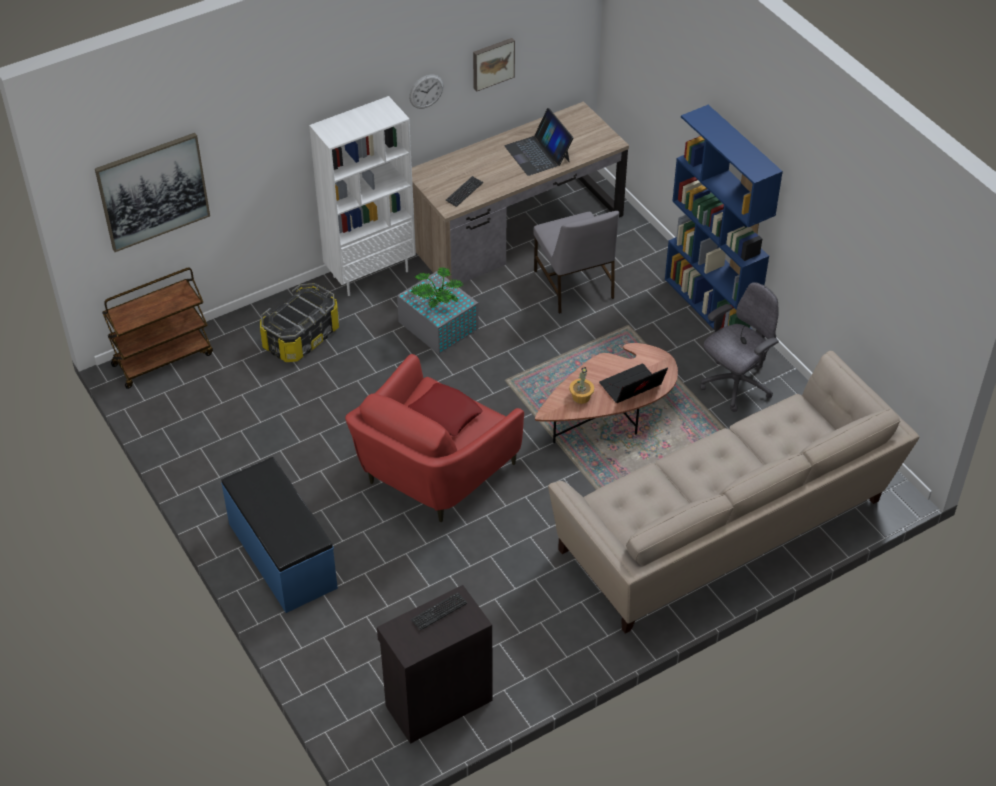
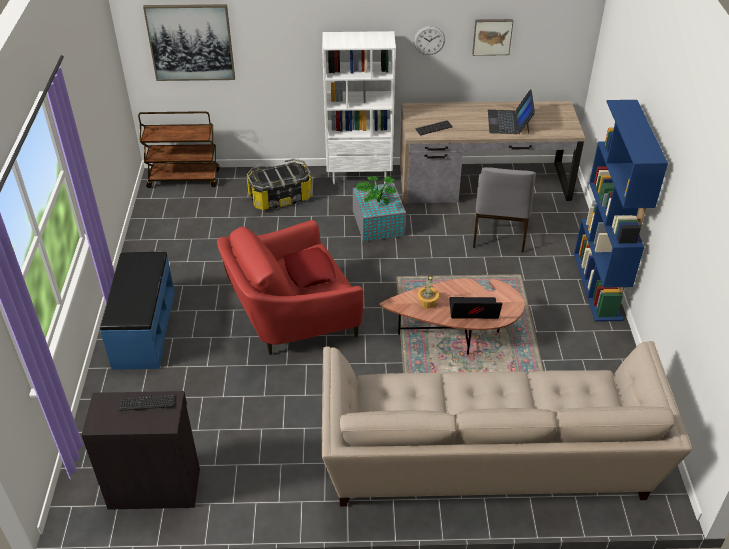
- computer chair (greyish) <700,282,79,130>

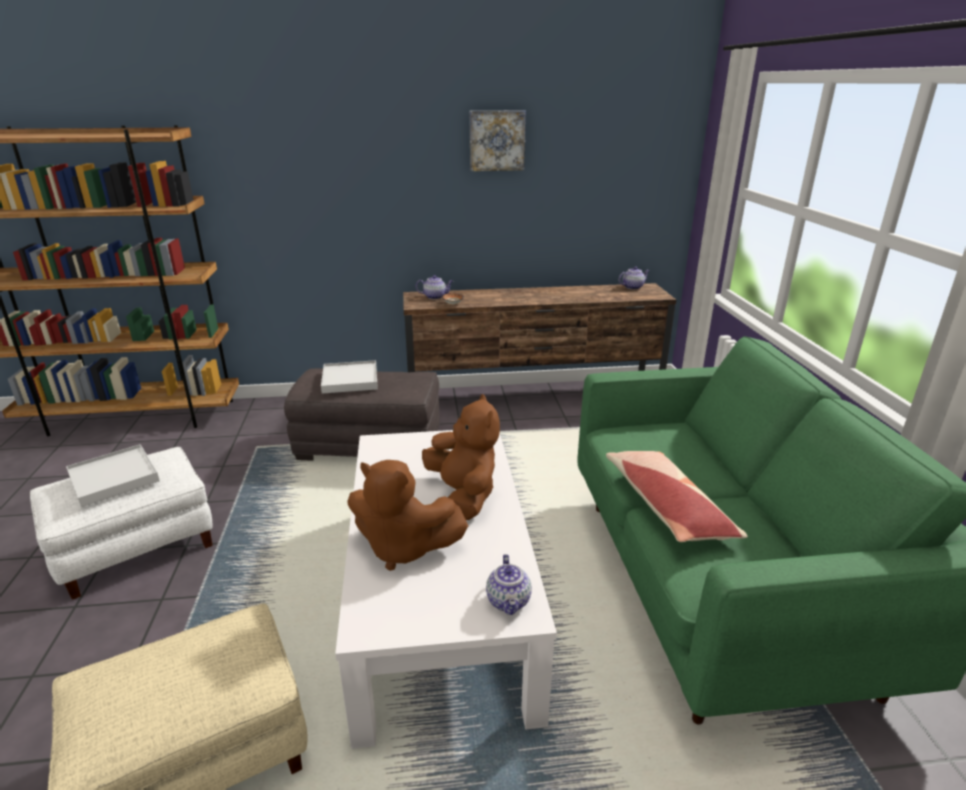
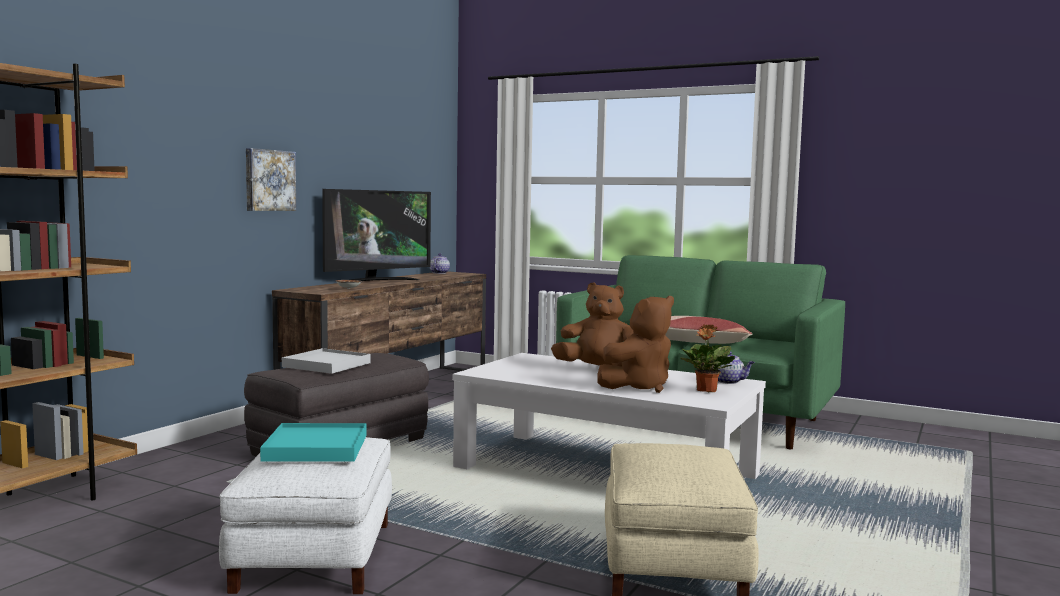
- tea pot <416,275,37,24>
+ TV set <322,189,109,92>
+ plant in a pot <681,324,54,68>
~ wall picture <470,110,56,61> to <246,148,50,63>
~ carrying tray (white-coloured) <66,444,94,63> to carrying tray (blue-green) <260,423,106,39>

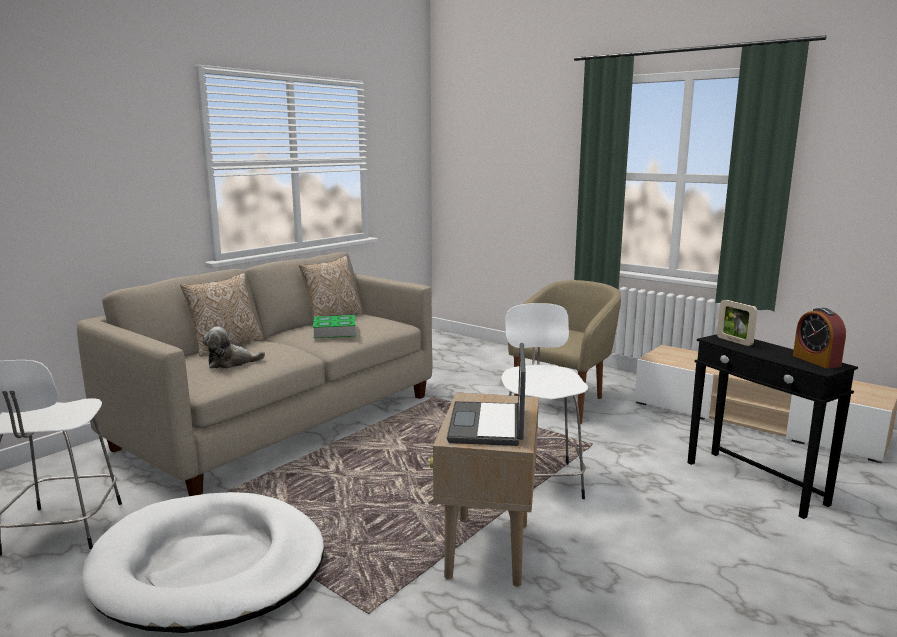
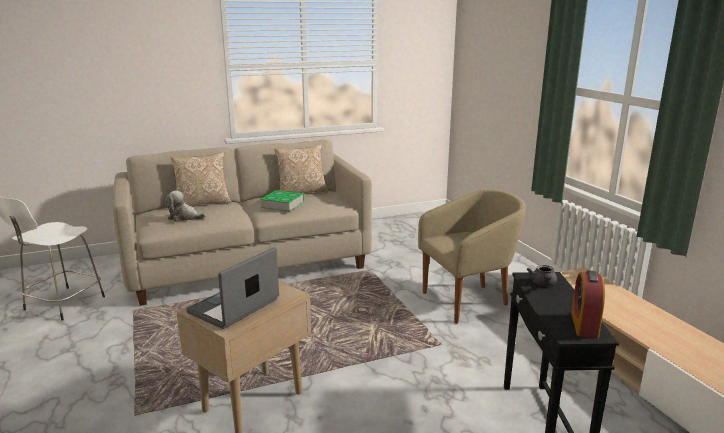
- pet bed (white-coloured) <82,492,242,141>
- stool (white-coloured) <501,303,87,196>
~ photo frame <717,300,41,46> to tea pot (greyish) <527,265,30,21>

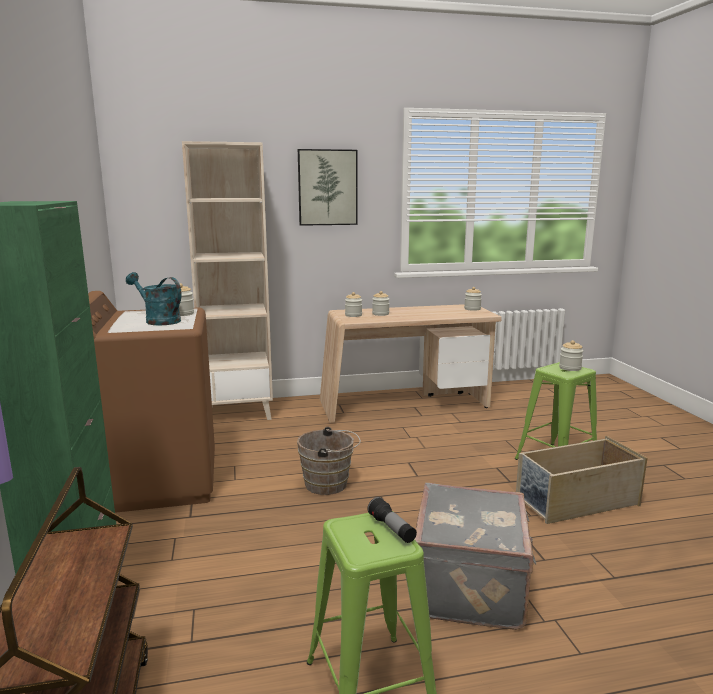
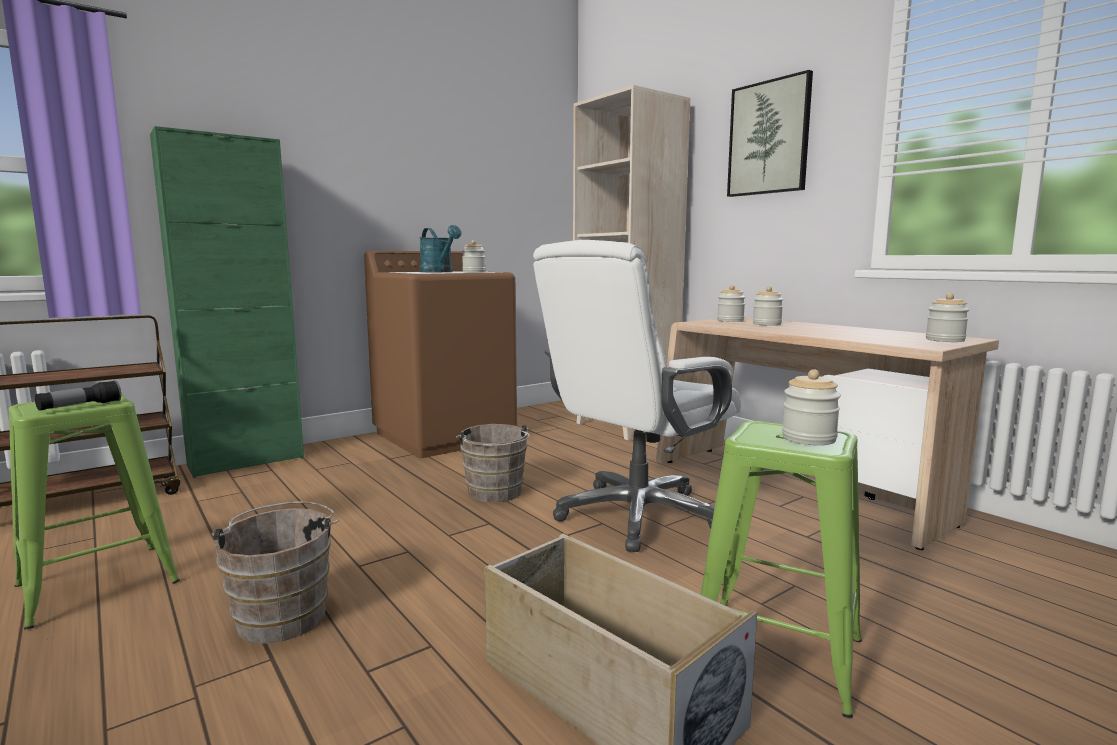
+ computer chair (white-coloured) <533,240,208,312>
~ piece of luggage (greyish) <415,483,121,147> to pail (brown) <212,501,127,143>
~ watering can (blue-green) <126,272,56,53> = <419,225,42,47> 135 degrees clockwise

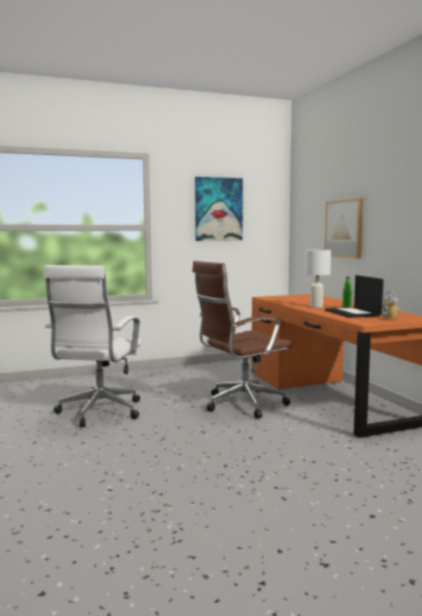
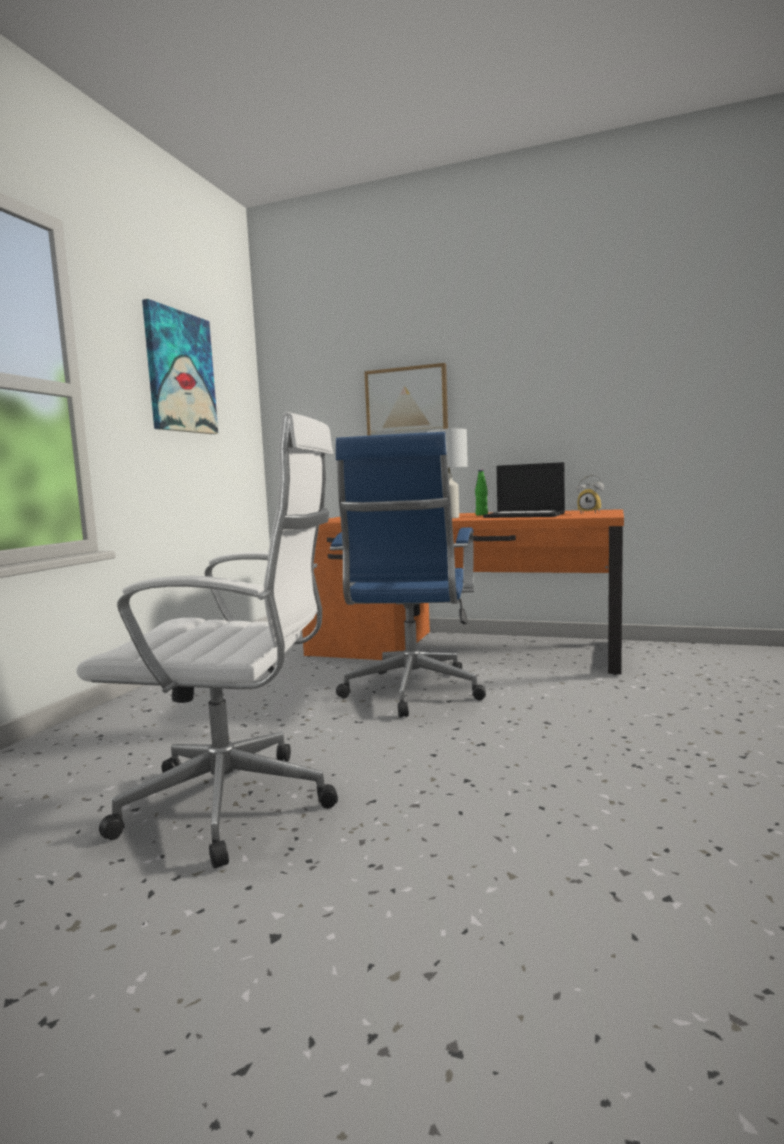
~ computer chair (brown) <192,261,101,158> to computer chair (blue-coloured) <330,432,156,286>
~ computer chair (white-coloured) <44,265,97,162> = <76,412,262,457> 45 degrees counterclockwise

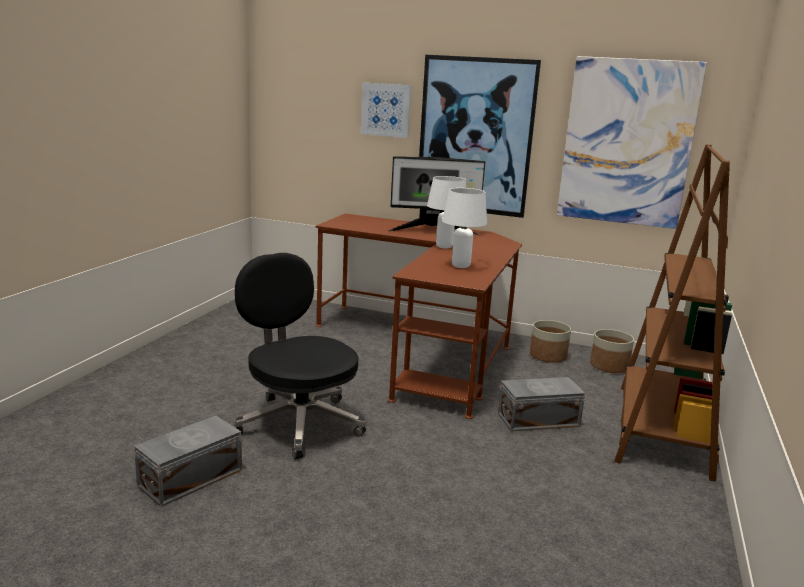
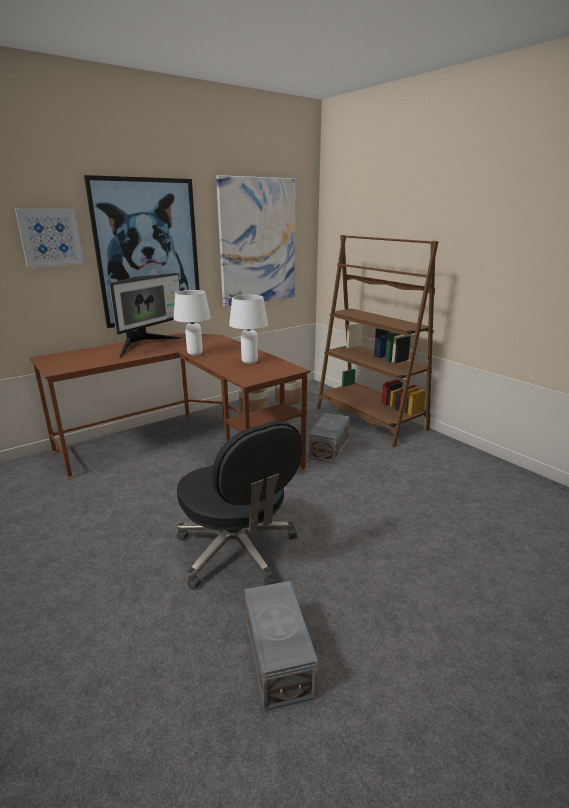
~ computer chair (black-coloured) <234,253,132,207> = <177,421,125,169> 120 degrees counterclockwise

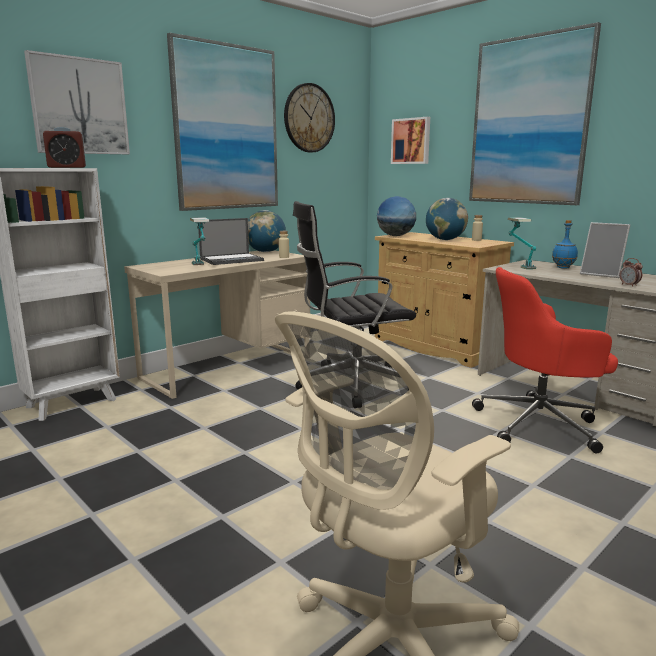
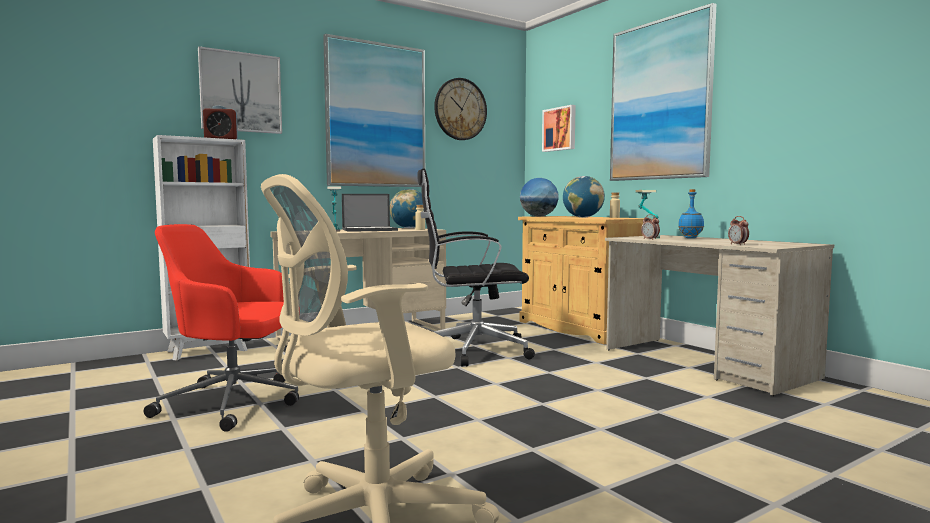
- photo frame <580,222,50,56>
+ bedside clock <641,214,19,25>
~ computer chair (reddish) <472,267,146,186> to <144,224,156,208>

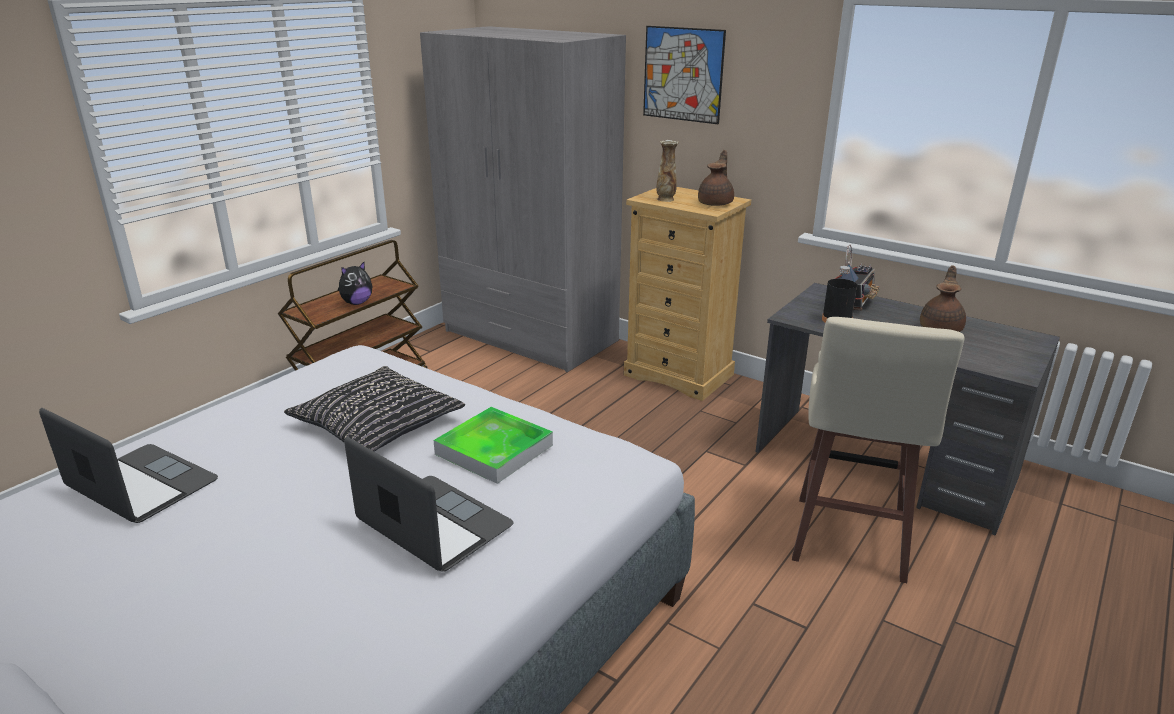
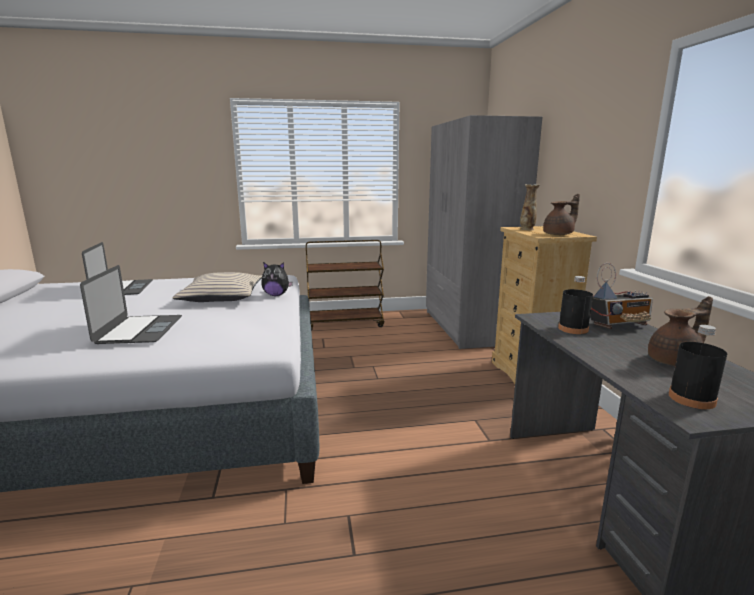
- carrying tray <434,407,119,77>
- wall picture <643,26,83,98>
- stool (beige-coloured) <792,317,172,266>
+ drink bottle (black-coloured) <669,325,58,84>
~ soft toy <338,261,34,44> to <261,262,32,34>
~ cushion (black-coloured) <284,366,181,86> to cushion (beige-coloured) <173,272,89,30>

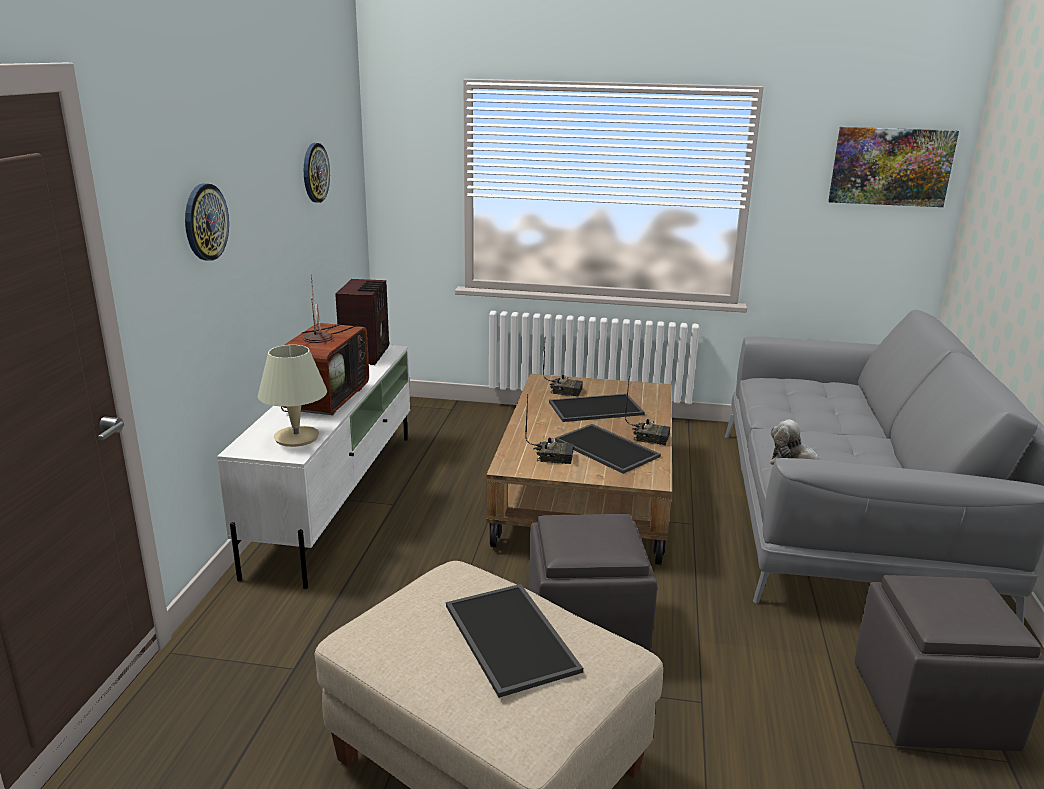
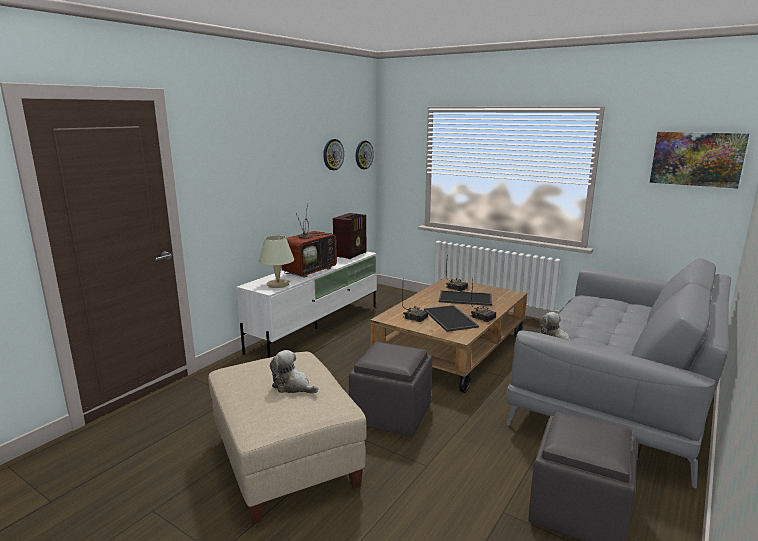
~ wall clock <185,183,44,78> to <356,140,18,29>
~ carrying tray <446,584,137,114> to soft toy <270,350,48,44>

